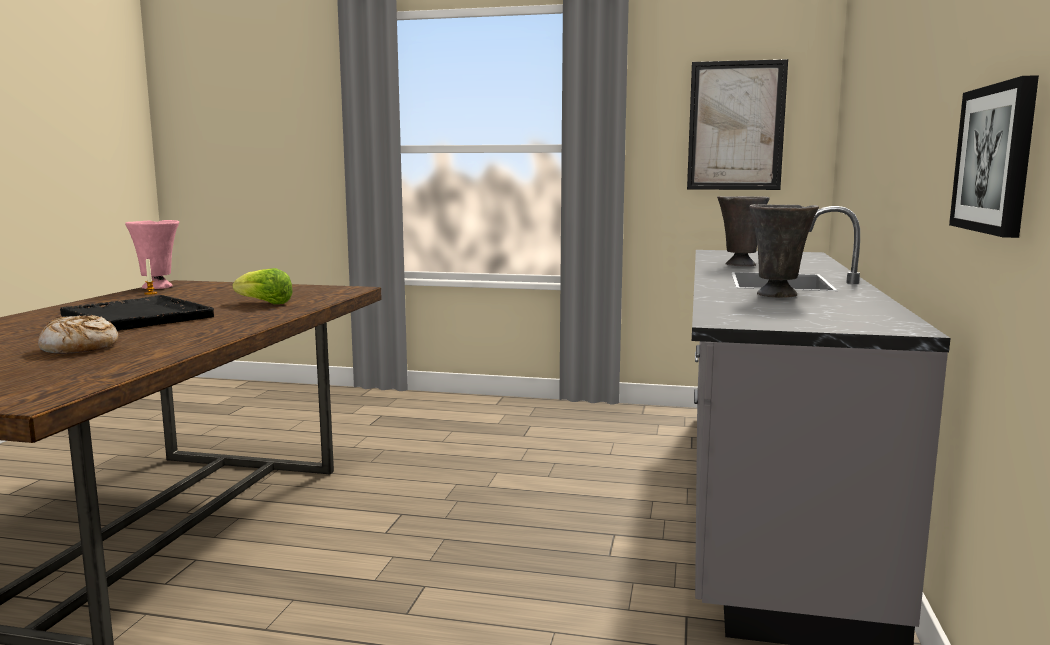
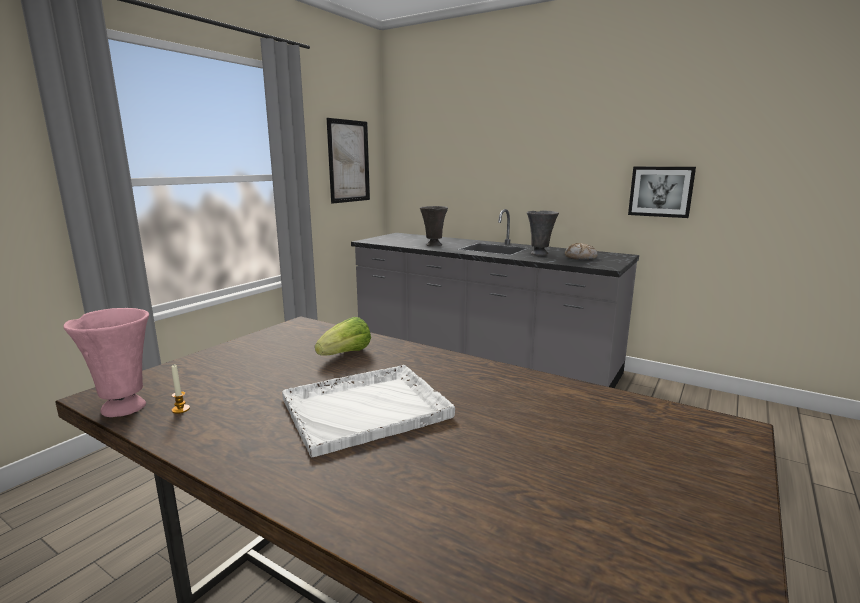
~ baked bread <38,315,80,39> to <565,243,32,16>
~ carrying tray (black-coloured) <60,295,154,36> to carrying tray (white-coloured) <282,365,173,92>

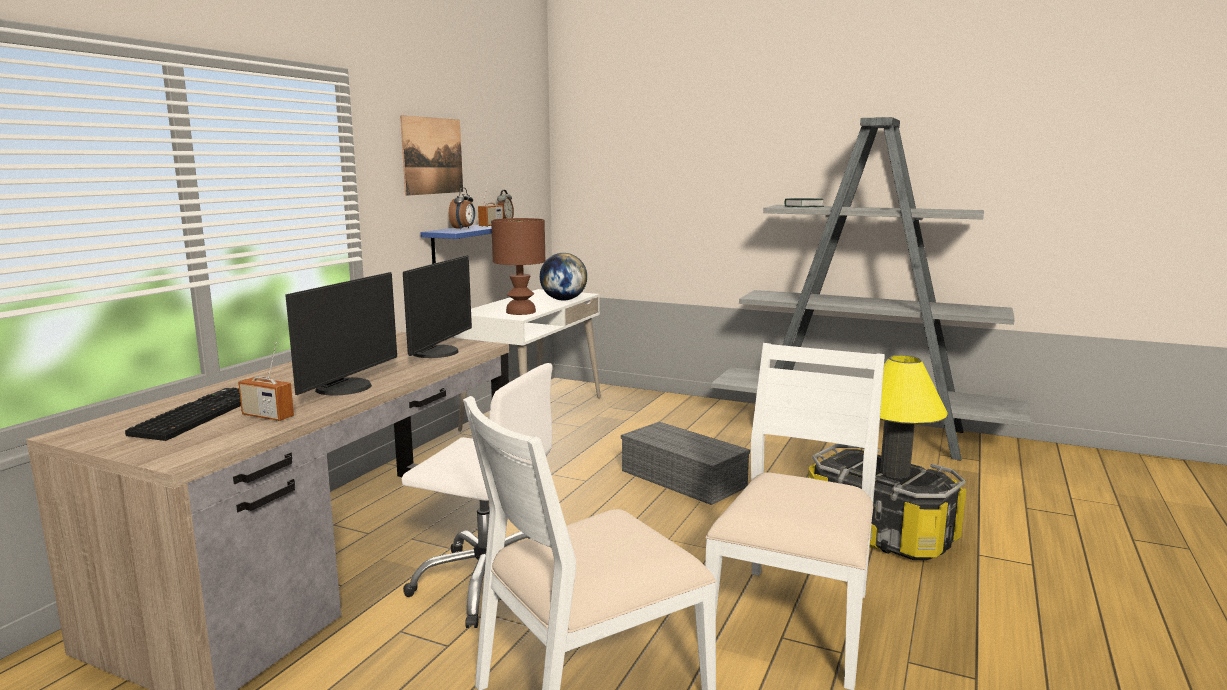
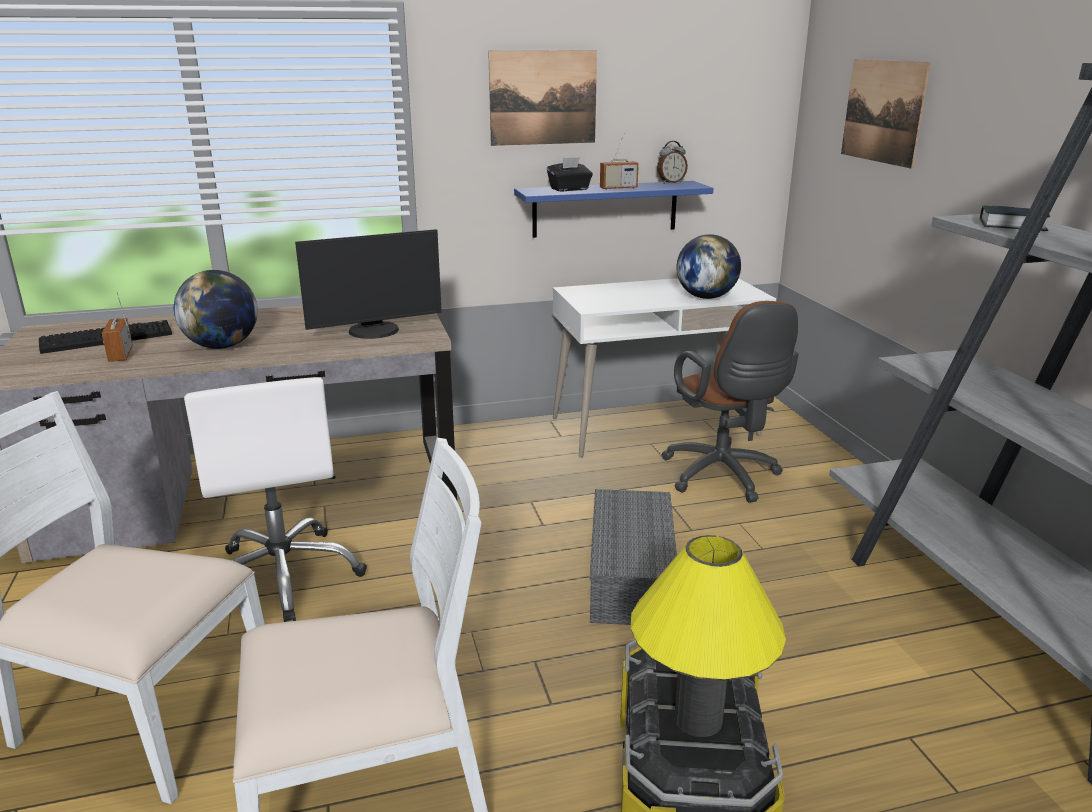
- table lamp (brown) <491,218,54,97>
+ computer chair (brown) <661,301,137,202>
+ wall picture <841,59,90,110>
~ monitor <286,272,111,124> to globe <174,270,84,79>
~ bedside clock <449,188,26,41> to tissue holder (black-coloured) <547,157,46,34>

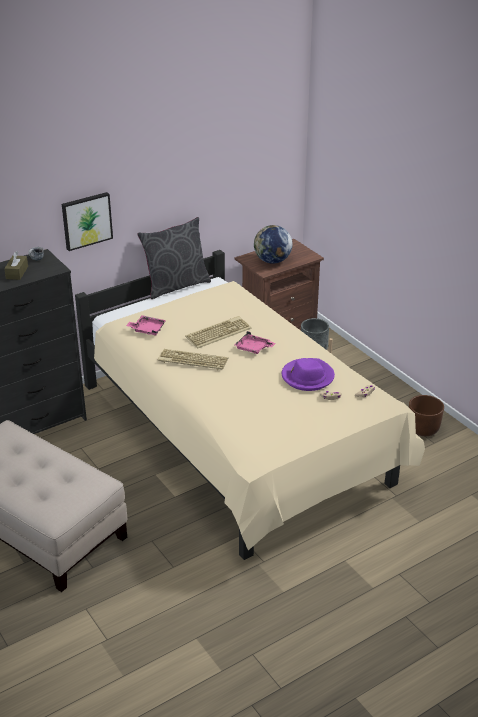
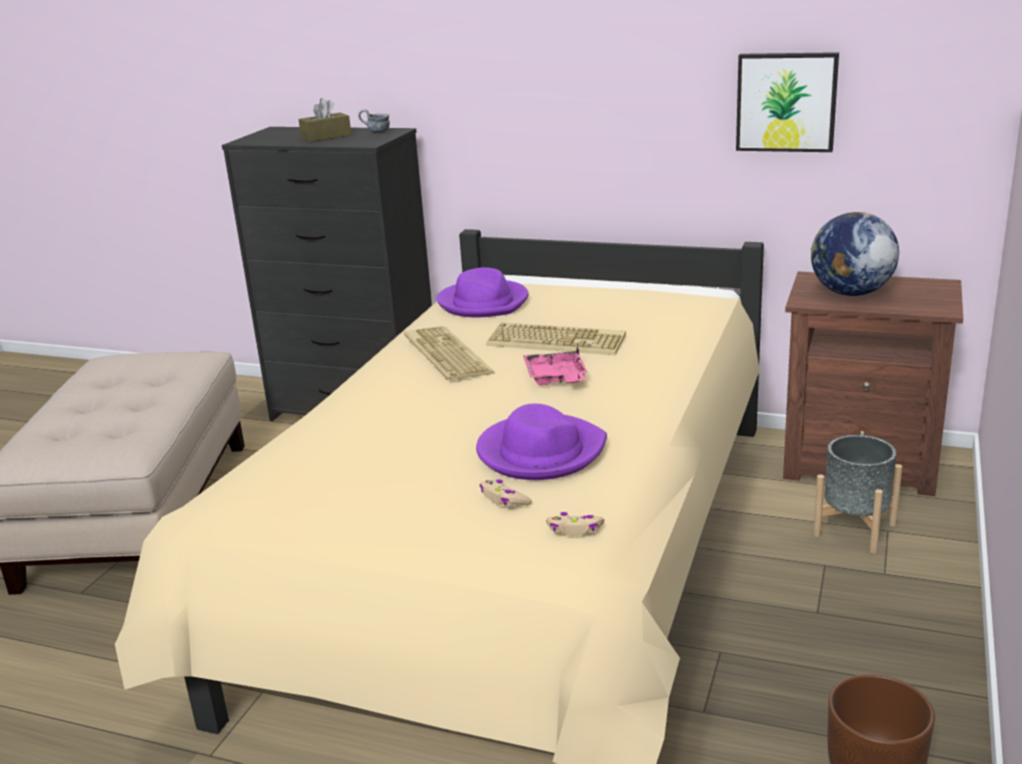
- cushion (greyish) <137,217,74,82>
~ wall picture <62,192,51,59> to <736,52,103,100>
~ carrying tray (pinkish) <126,315,40,21> to hat (purple) <436,267,93,51>

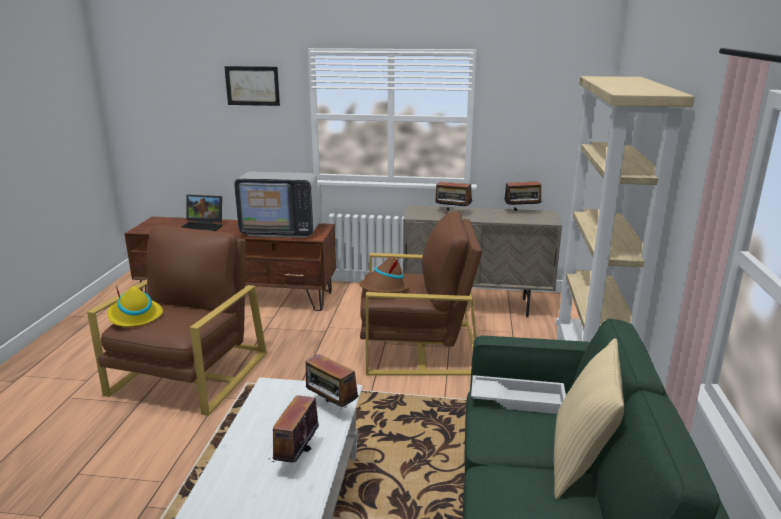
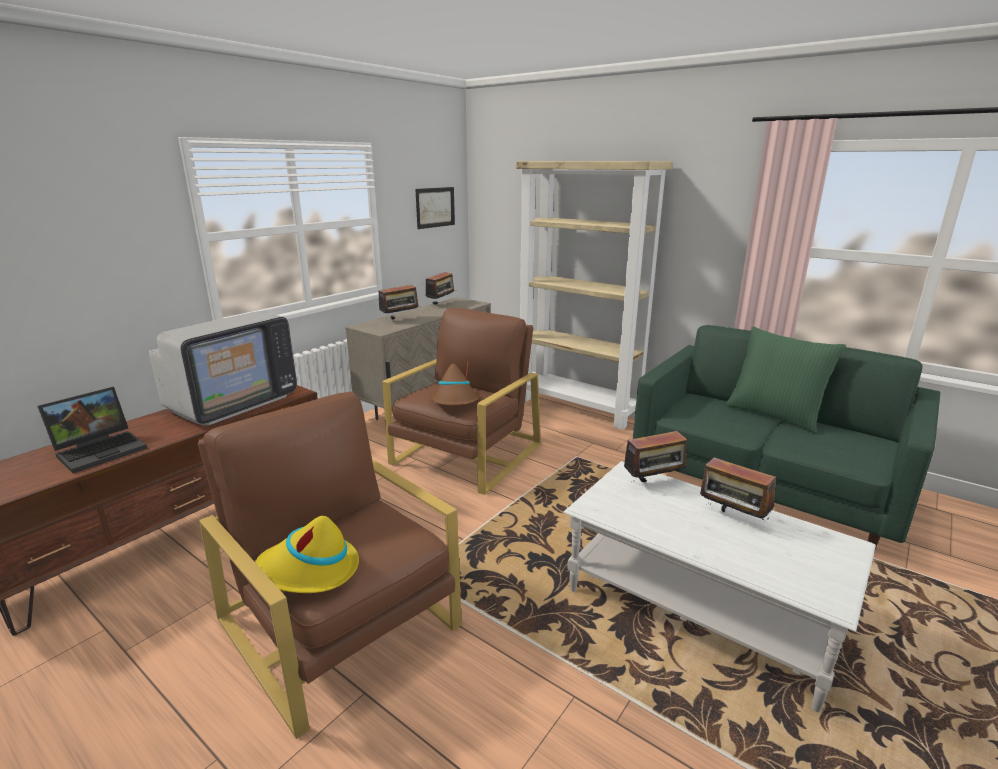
- carrying tray (white-coloured) <471,375,95,39>
~ wall picture <224,66,56,40> to <415,187,40,42>
~ cushion (beige-coloured) <554,338,70,161> to cushion (green-coloured) <726,326,120,107>

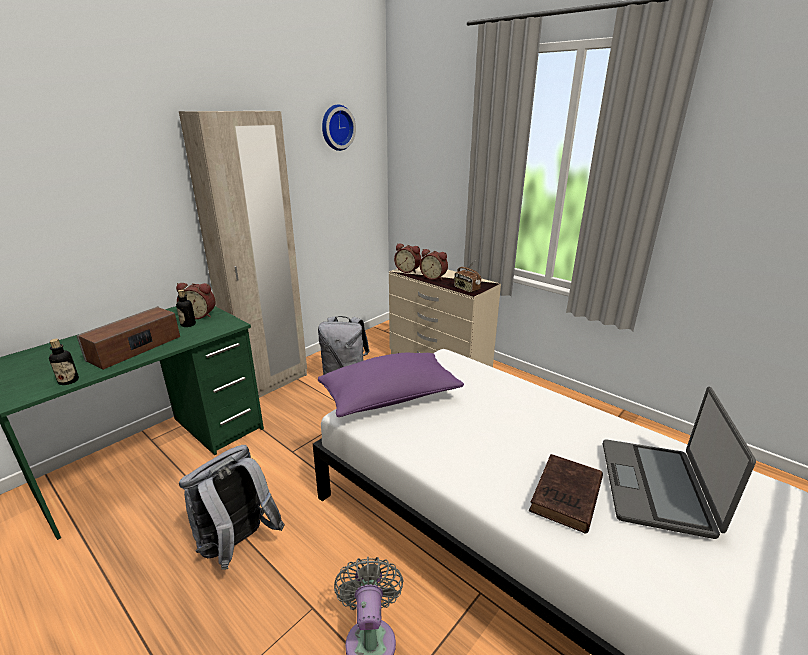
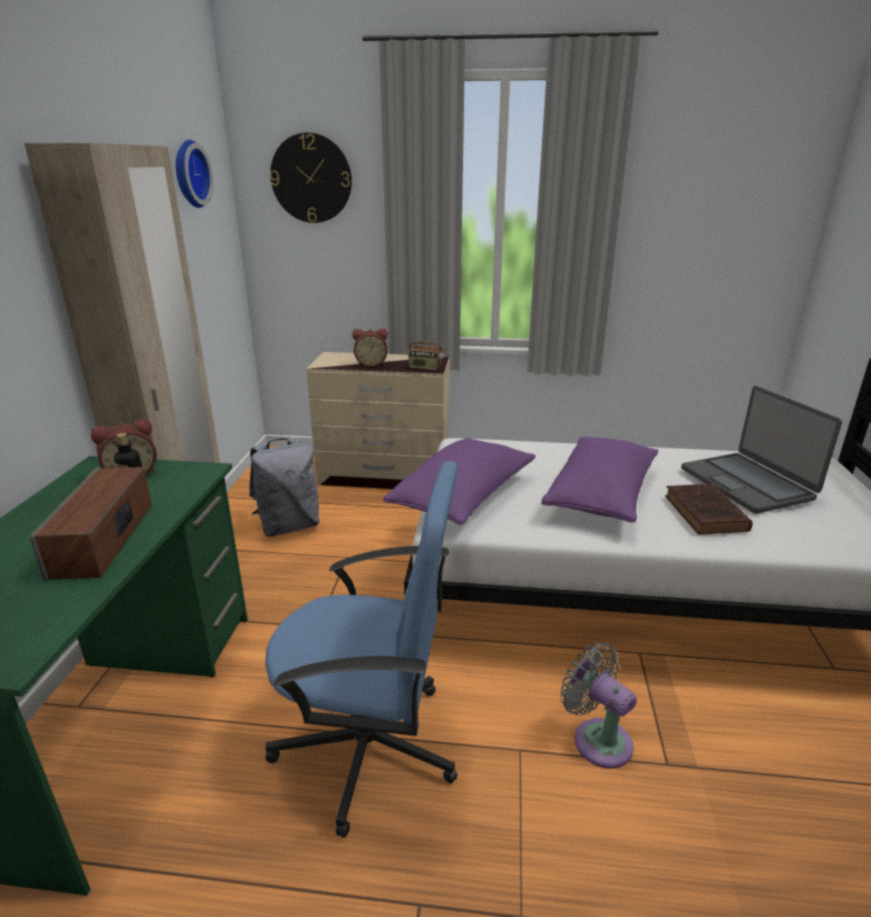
- drink bottle <49,339,30,46>
- bedside clock <394,243,27,30>
+ wall clock <270,133,82,90>
+ cushion (purple) <541,437,117,85>
~ knapsack (greyish) <179,445,106,125> to computer chair (blue-coloured) <265,461,193,377>

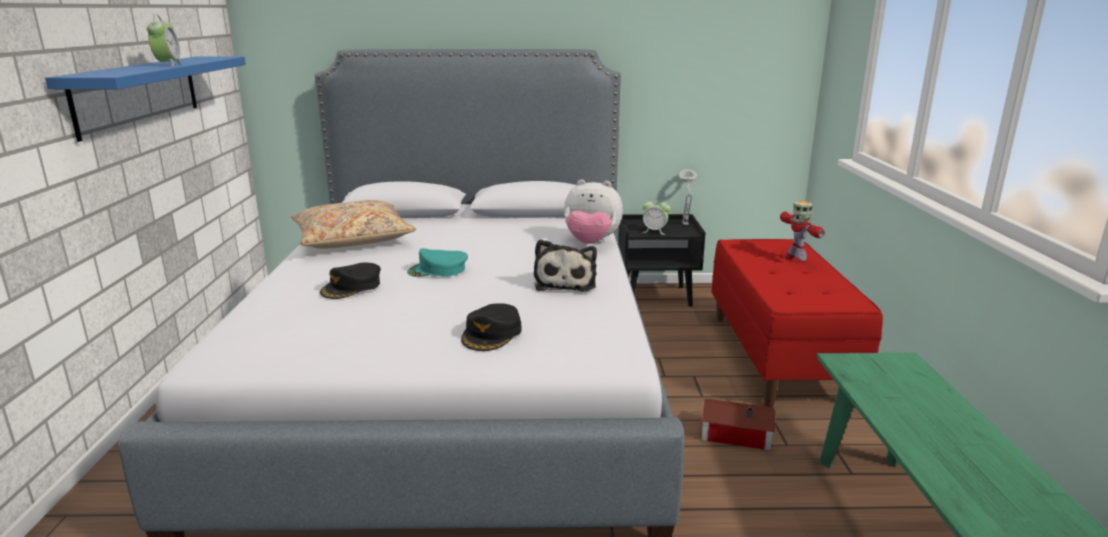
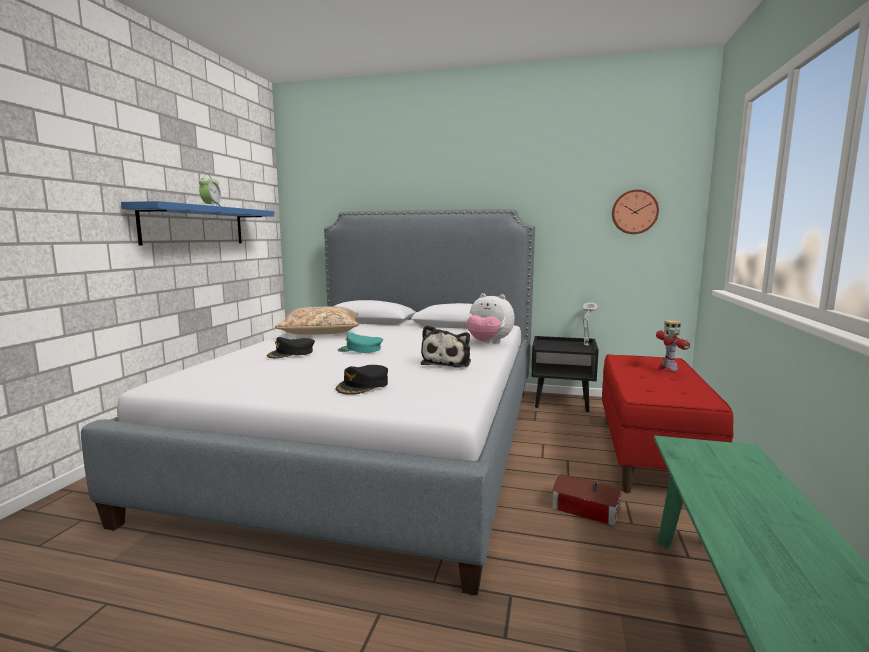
- bedside clock <642,197,29,38>
+ wall clock <612,189,47,45>

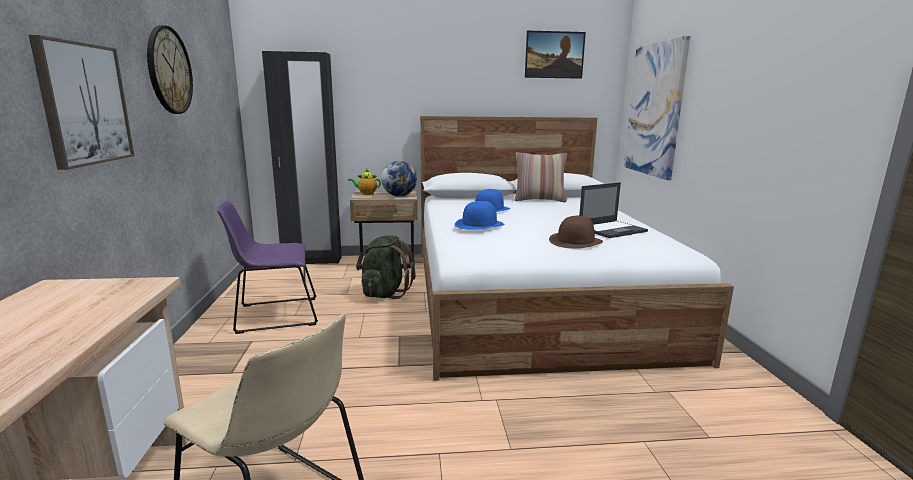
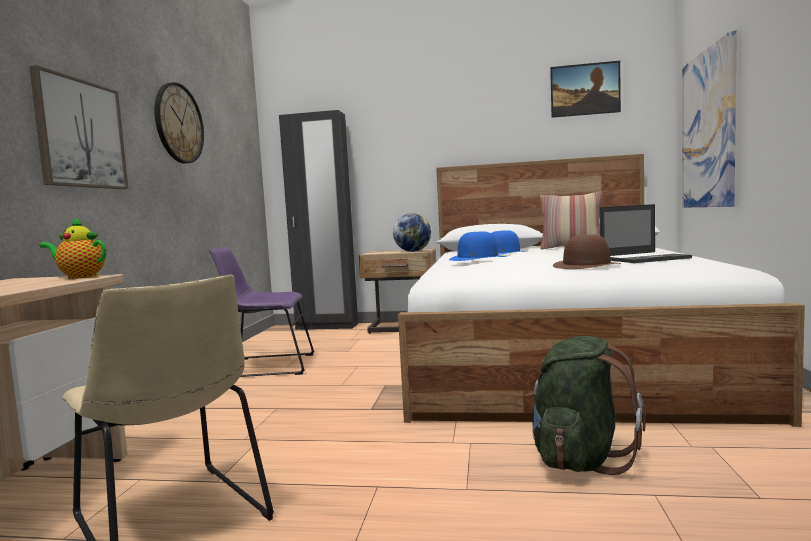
~ tea pot <348,168,33,27> to <39,217,67,62>
~ knapsack (green-coloured) <360,235,56,64> to <525,336,121,139>

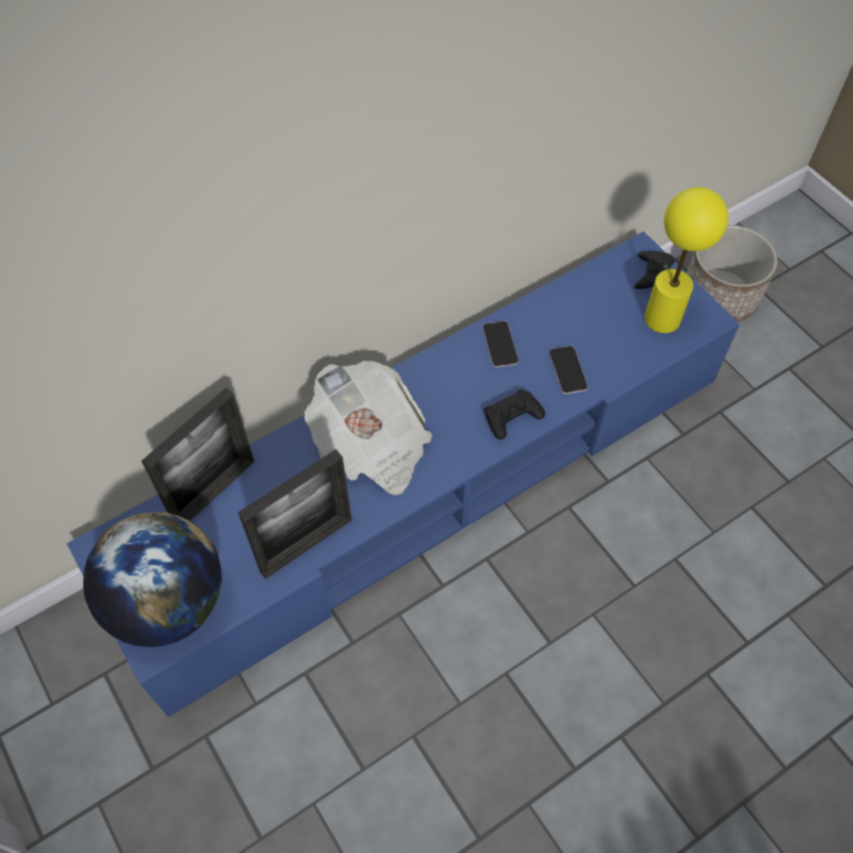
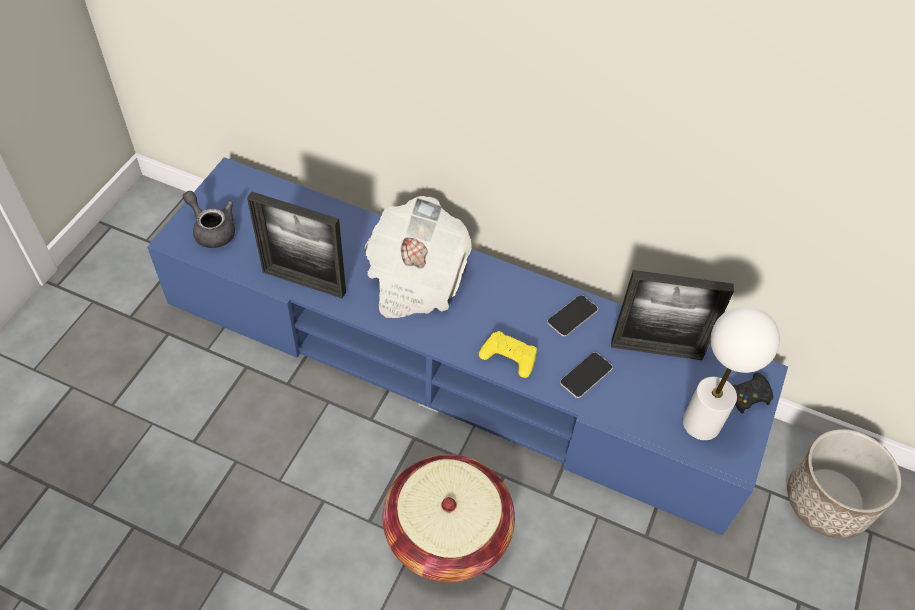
+ household basket <383,454,132,128>
~ photo frame <142,388,112,133> to <611,270,123,90>
~ globe <83,512,139,135> to tea pot (greyish) <183,191,52,57>
~ joypad (black-coloured) <484,389,61,50> to joypad (yellow-coloured) <479,331,58,47>
~ table lamp (yellow-coloured) <644,187,84,146> to table lamp (white-coloured) <683,306,97,134>

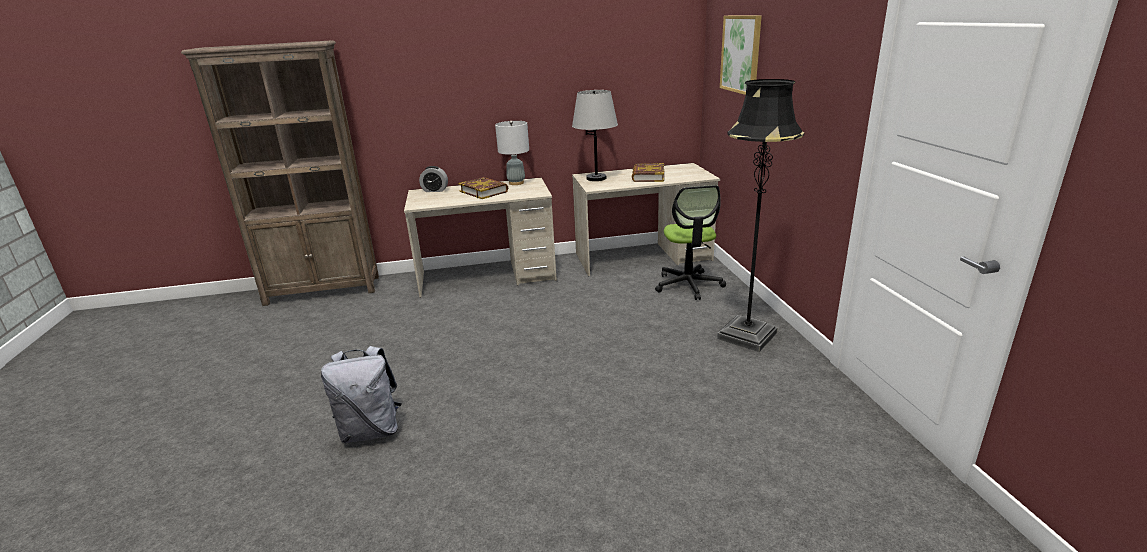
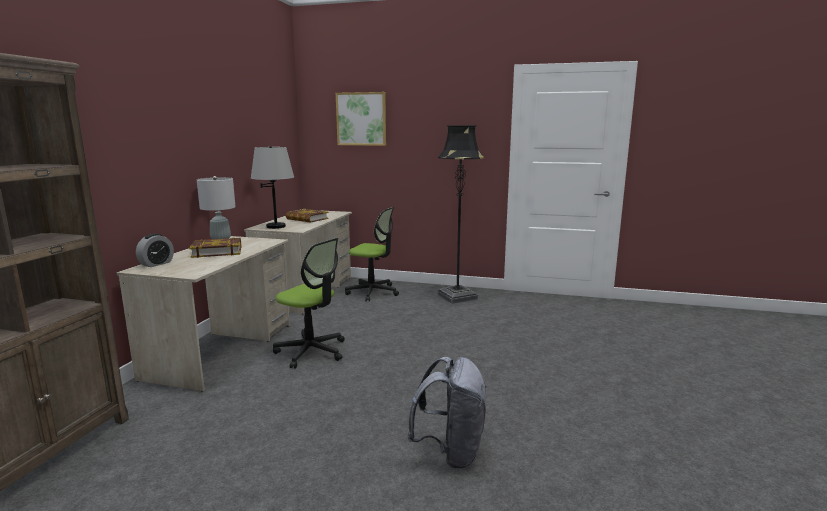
+ computer chair <273,238,72,131>

